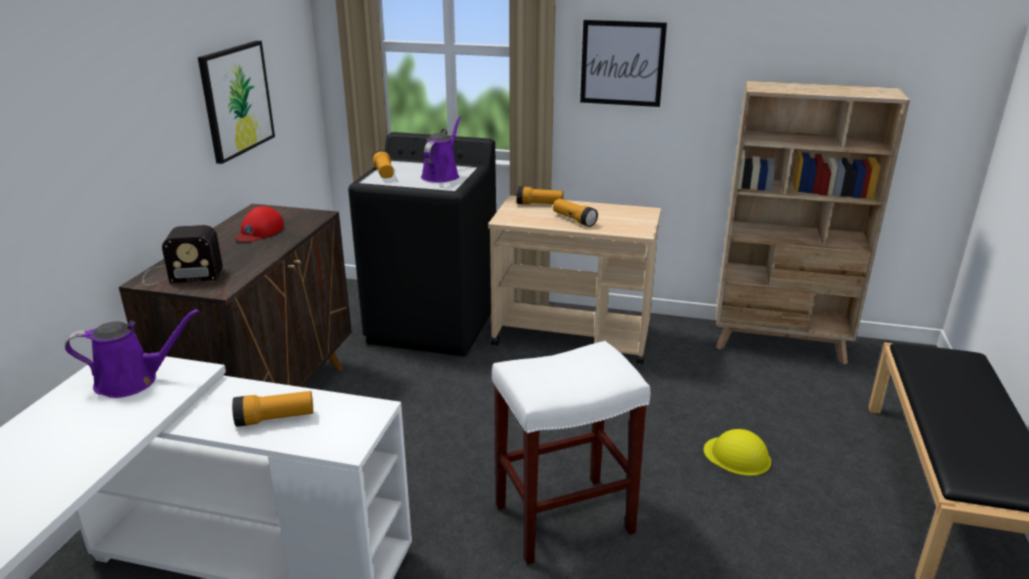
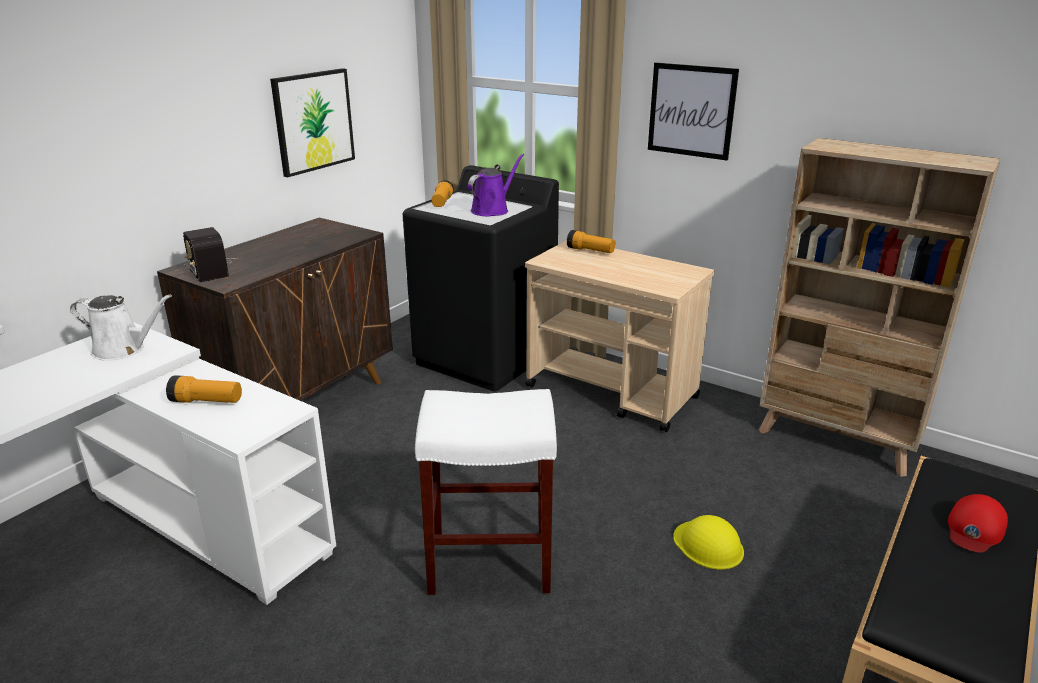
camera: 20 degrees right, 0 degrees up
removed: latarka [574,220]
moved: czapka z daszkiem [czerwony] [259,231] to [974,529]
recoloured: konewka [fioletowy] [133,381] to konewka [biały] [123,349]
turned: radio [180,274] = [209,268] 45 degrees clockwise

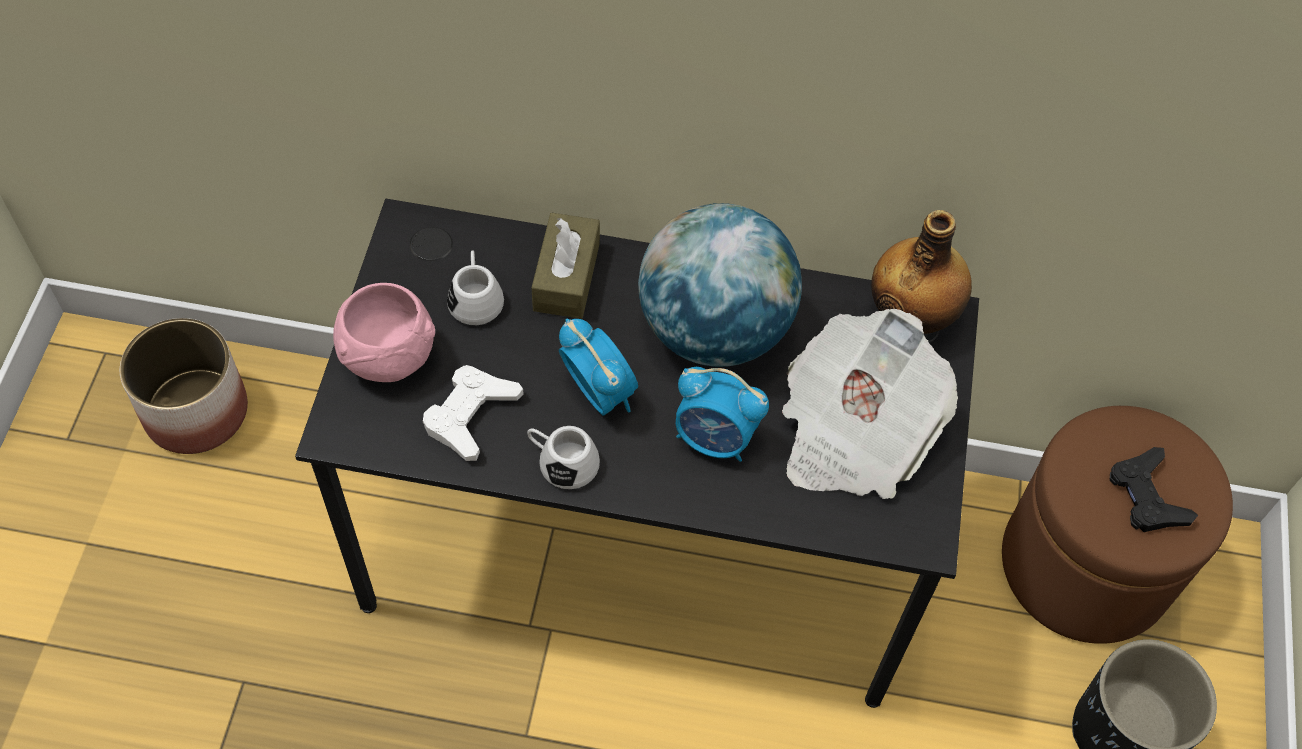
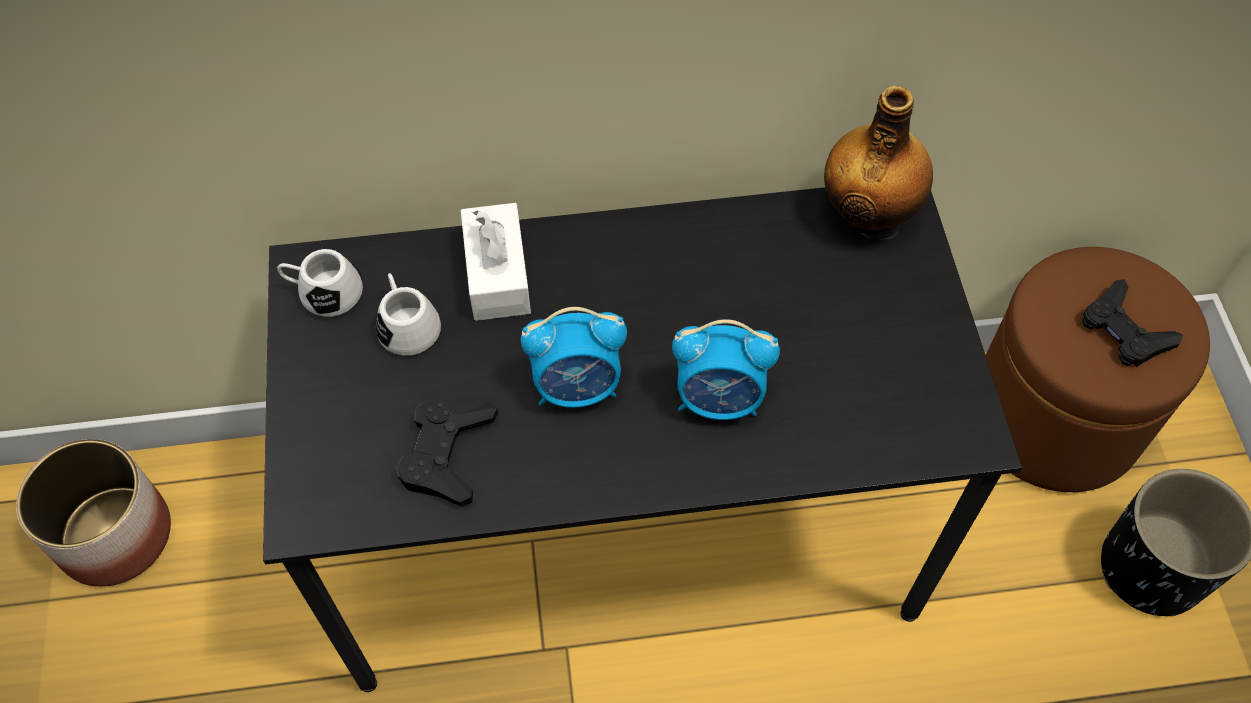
camera: 15 degrees left, 0 degrees up
removed: miska [różowy] [391,358]; globus [714,329]; gazeta [853,431]
moved: kubek [biały] [562,462] to [323,292]
recoloured: pad do gier [biały] [470,415] to pad do gier [czarny] [447,454]; pudełko chusteczek [brązowy] [566,277] to pudełko chusteczek [biały] [497,274]
turned: budzik [598,392] = [577,387] 135 degrees clockwise

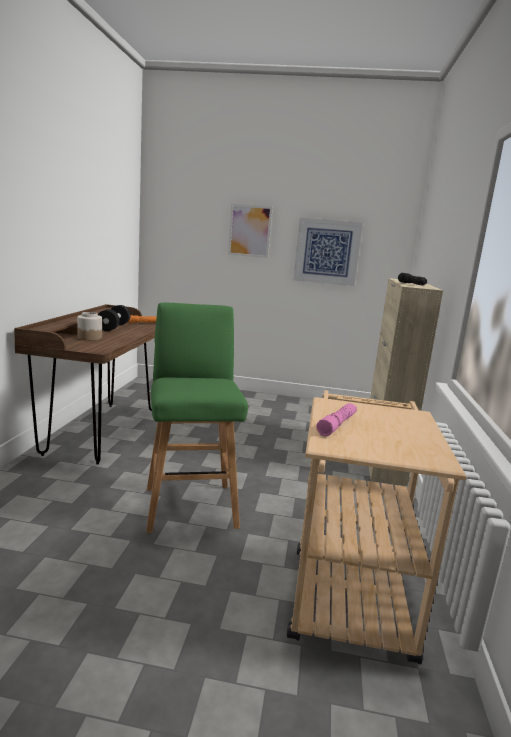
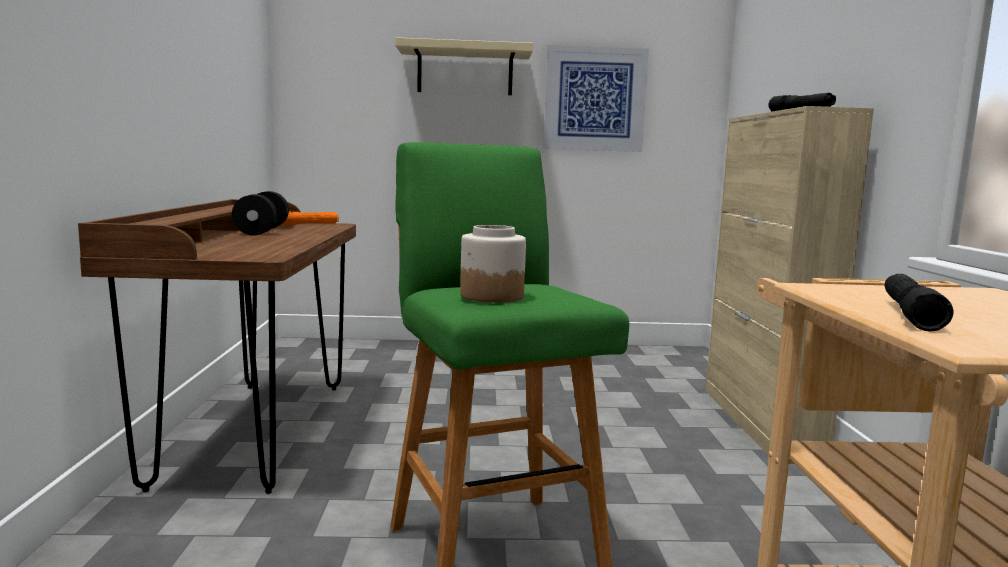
camera: 10 degrees left, 5 degrees down
moved: słoik [89,338] to [491,296]
replaced: obraz [250,231] to półka [beżowy] [465,71]
recoloured: latarka [różowy] [337,425] to latarka [czarny] [910,314]

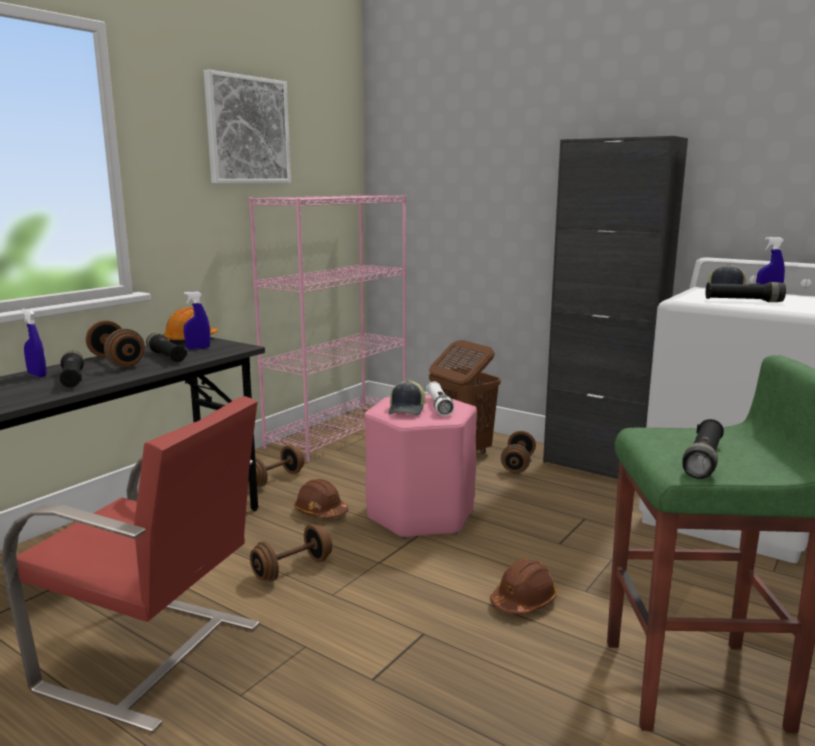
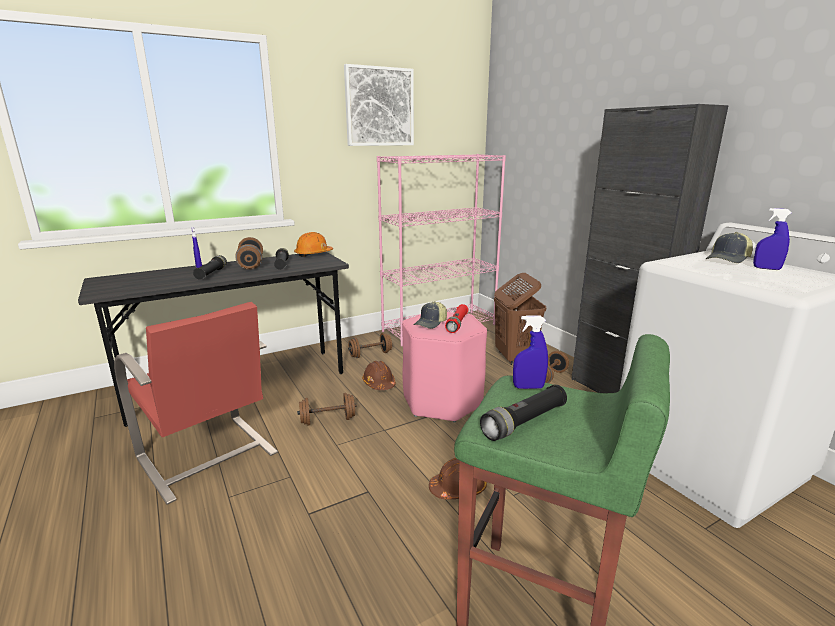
camera: 25 degrees right, 5 degrees up
removed: latarka [czarny] [743,301]
moved: spryskiwacz [niebieski] [198,348] to [528,387]
recoloured: latarka [biały] [439,406] to latarka [czerwony] [457,324]

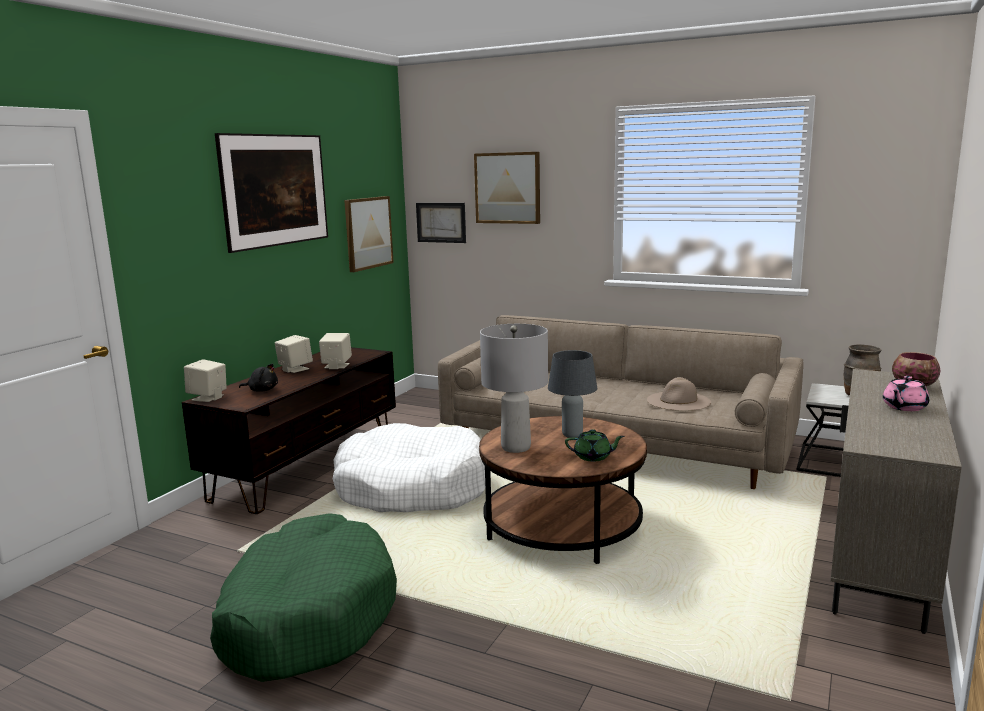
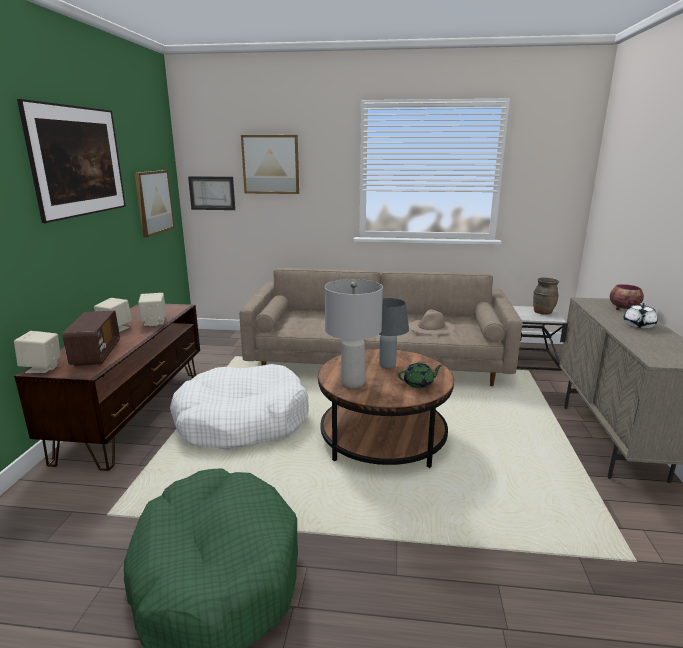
camera: 20 degrees left, 5 degrees up
replaced: pluszak [czarny] [262,390] to radio [96,354]
recoloured: imbryk [różowy] [903,407] to imbryk [biały] [638,325]

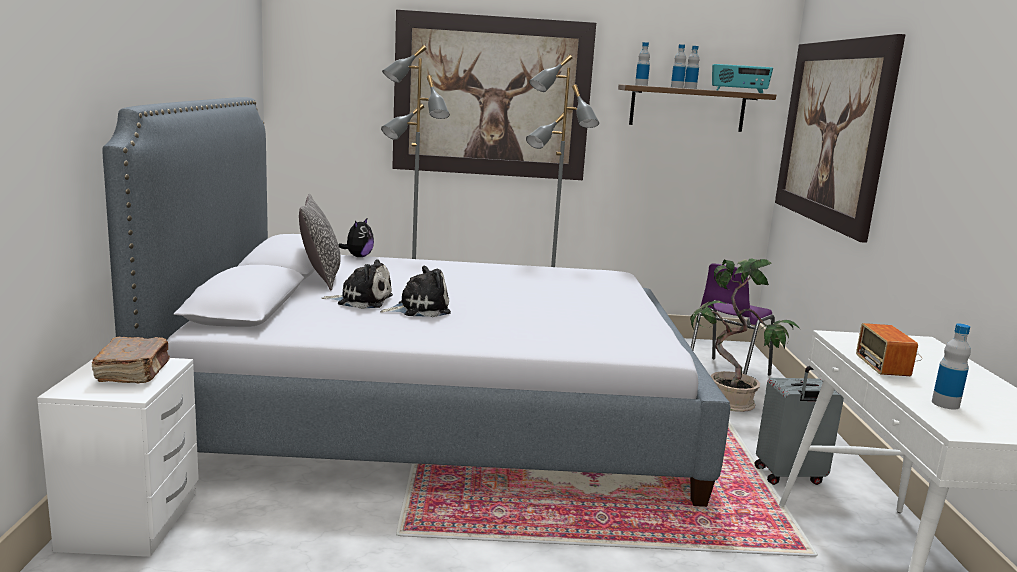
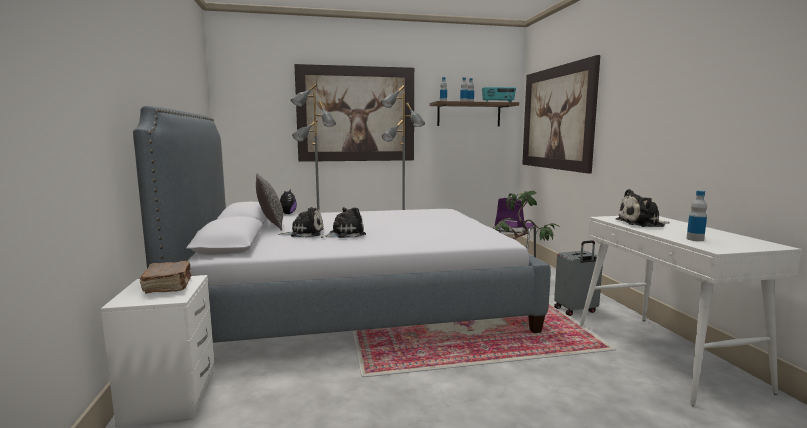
camera: 10 degrees left, 5 degrees down
replaced: radio [890,357] to pluszak [642,223]

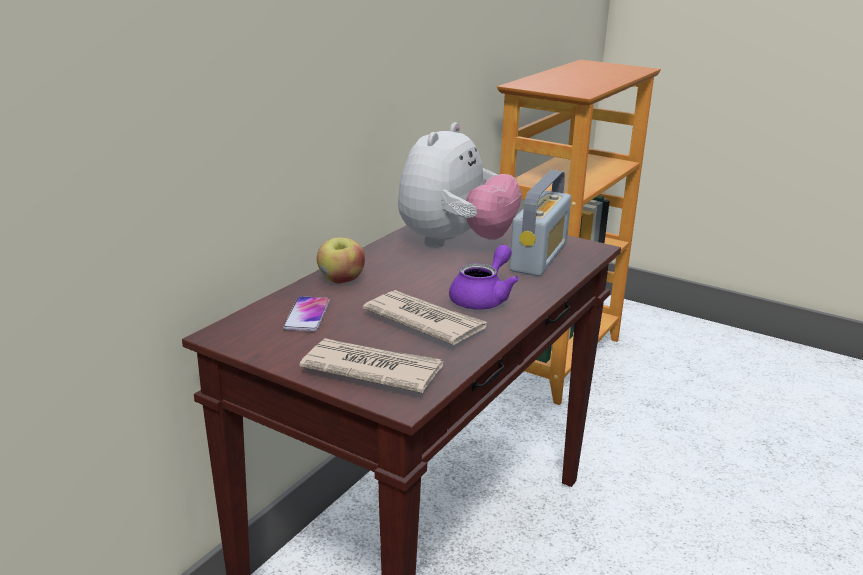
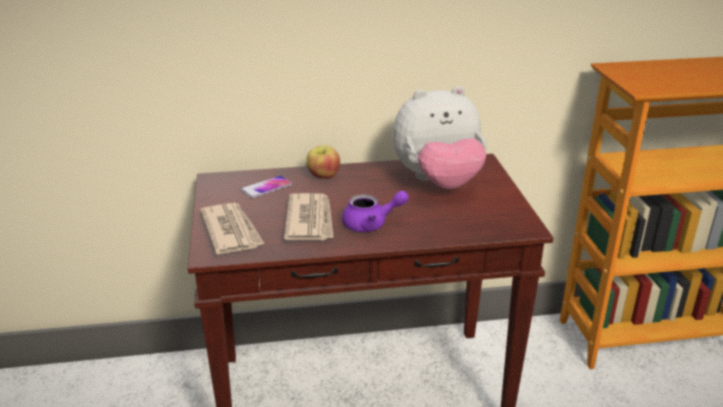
camera: 50 degrees right, 5 degrees up
removed: radio [539,257]

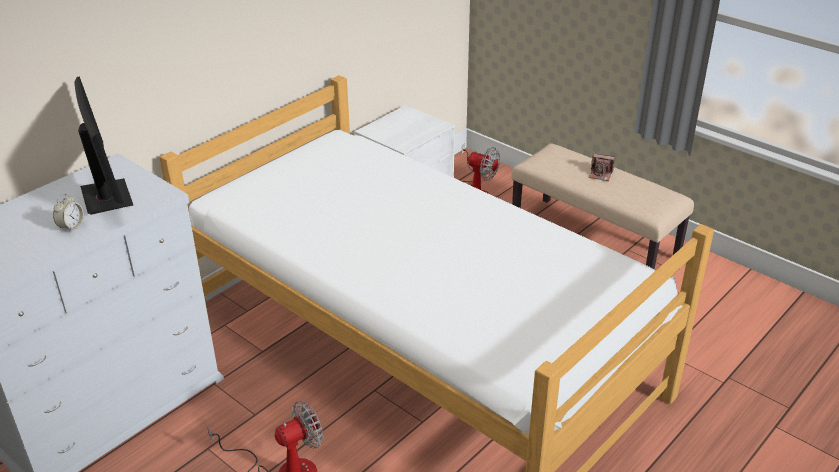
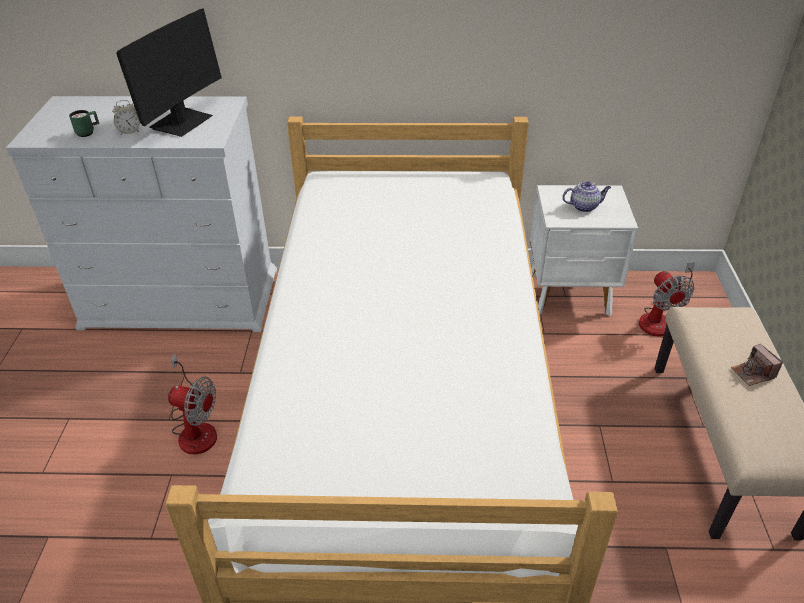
camera: 50 degrees right, 5 degrees up
added: kubek [zielony] [88,132]; imbryk [584,206]

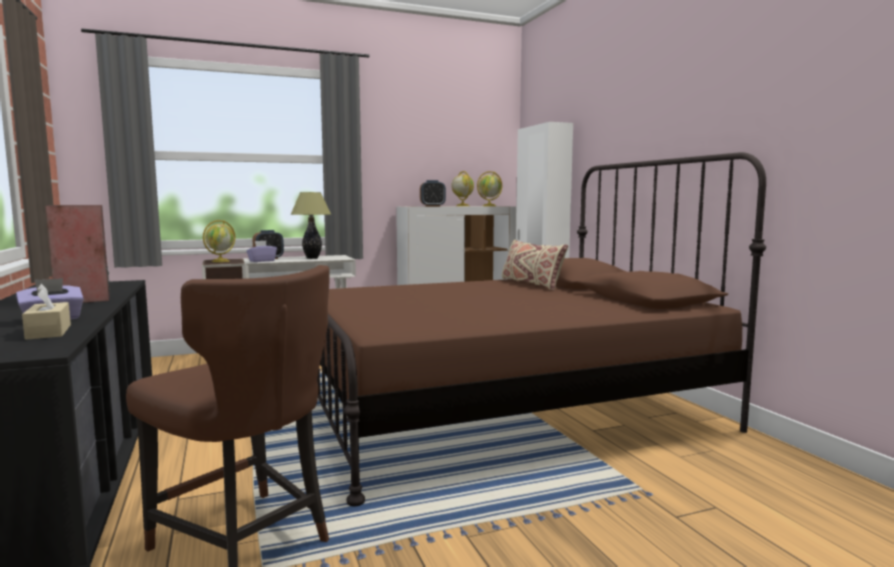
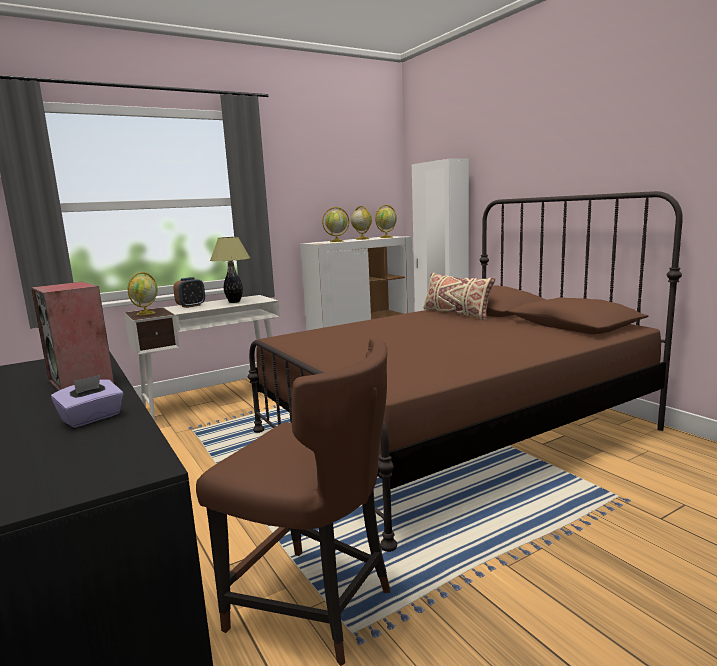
camera: 10 degrees left, 5 degrees up
removed: pudełko chusteczek [beżowy] [49,332]; pudełko chusteczek [fioletowy] [262,261]
replaced: budzik [432,206] to globus [337,241]

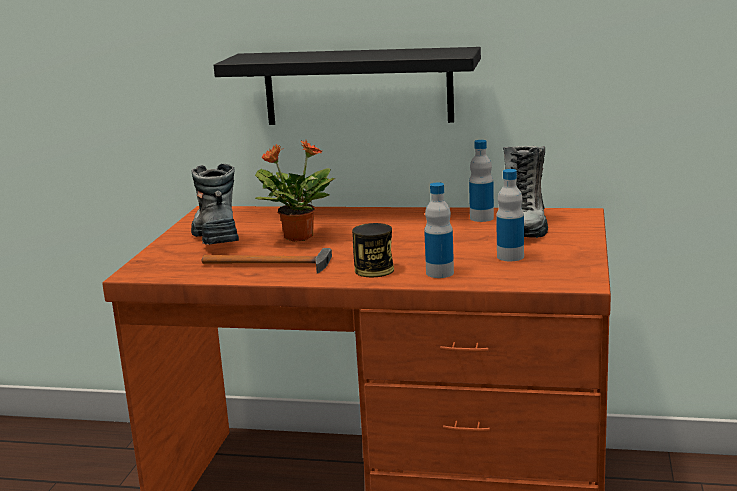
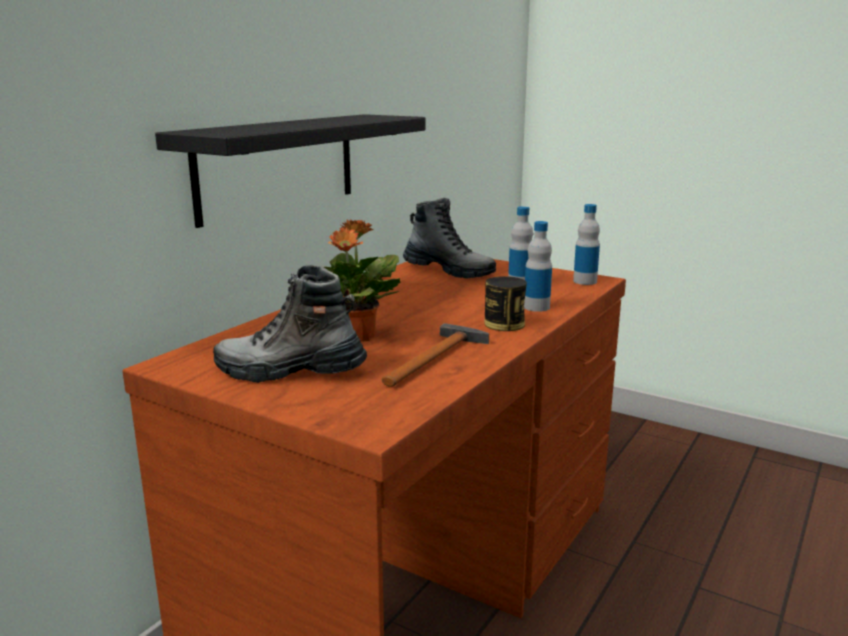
camera: 70 degrees left, 0 degrees up
moved: butelka [481,218] to [585,281]

